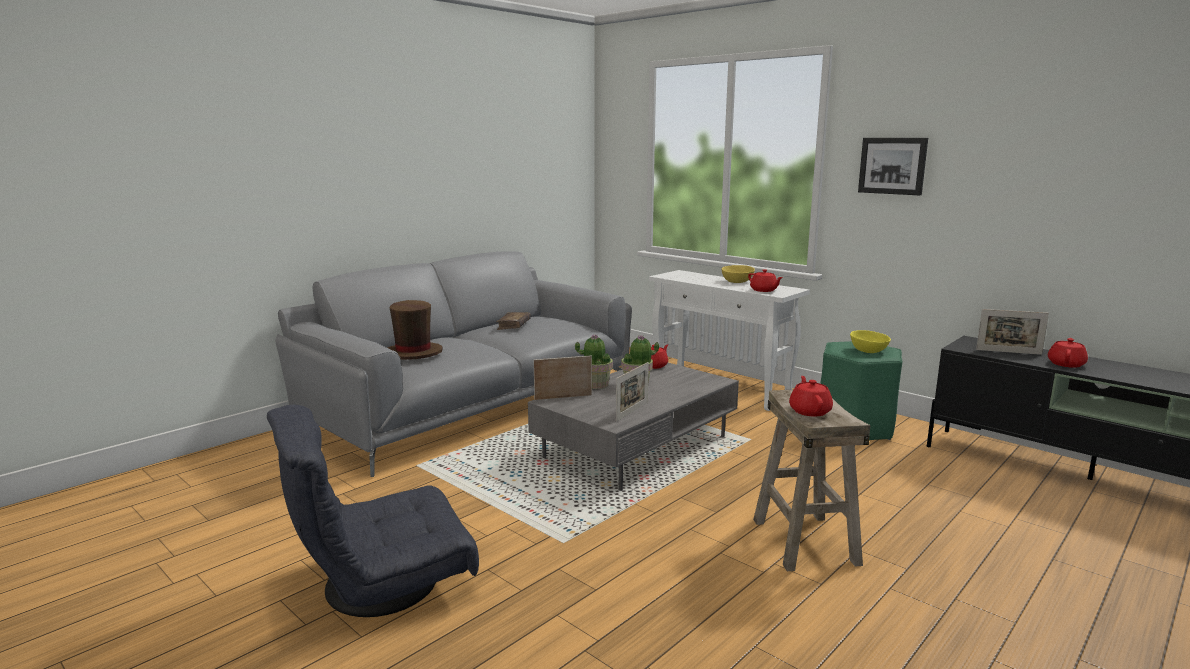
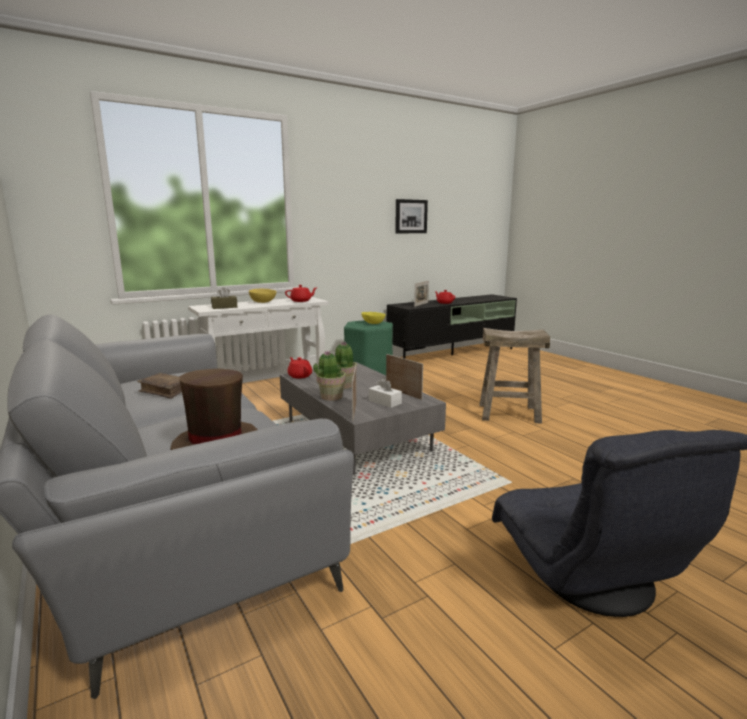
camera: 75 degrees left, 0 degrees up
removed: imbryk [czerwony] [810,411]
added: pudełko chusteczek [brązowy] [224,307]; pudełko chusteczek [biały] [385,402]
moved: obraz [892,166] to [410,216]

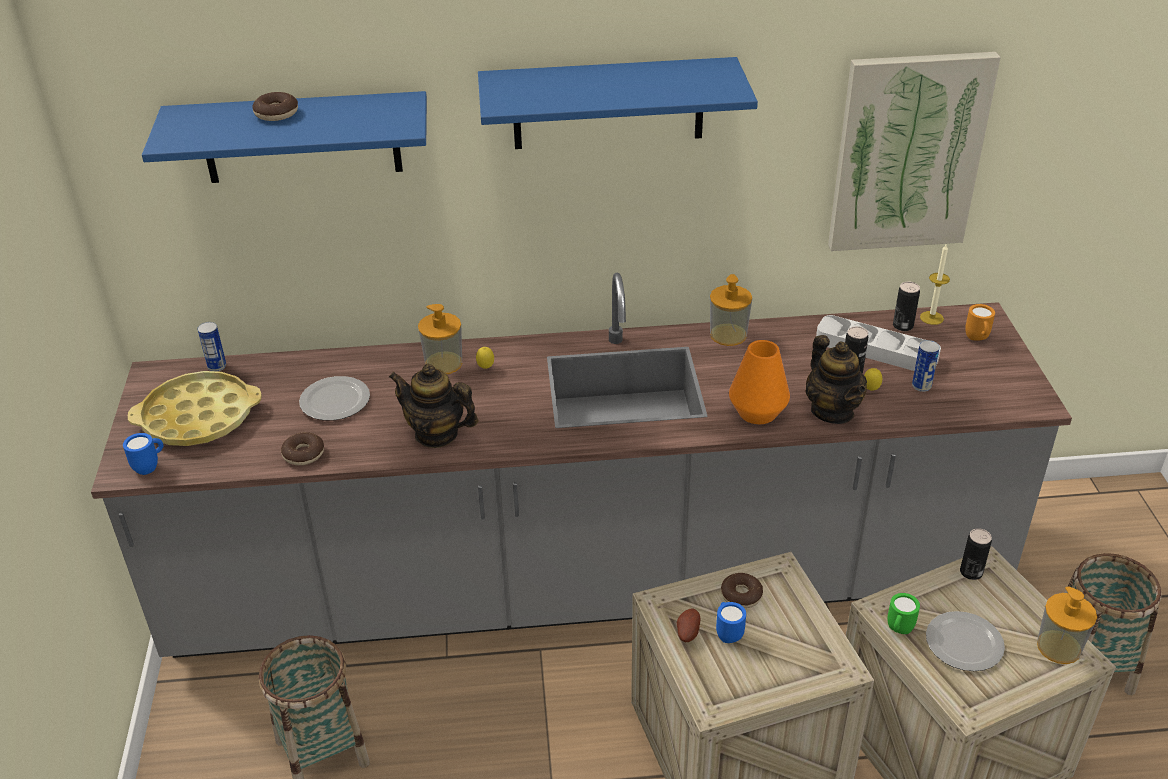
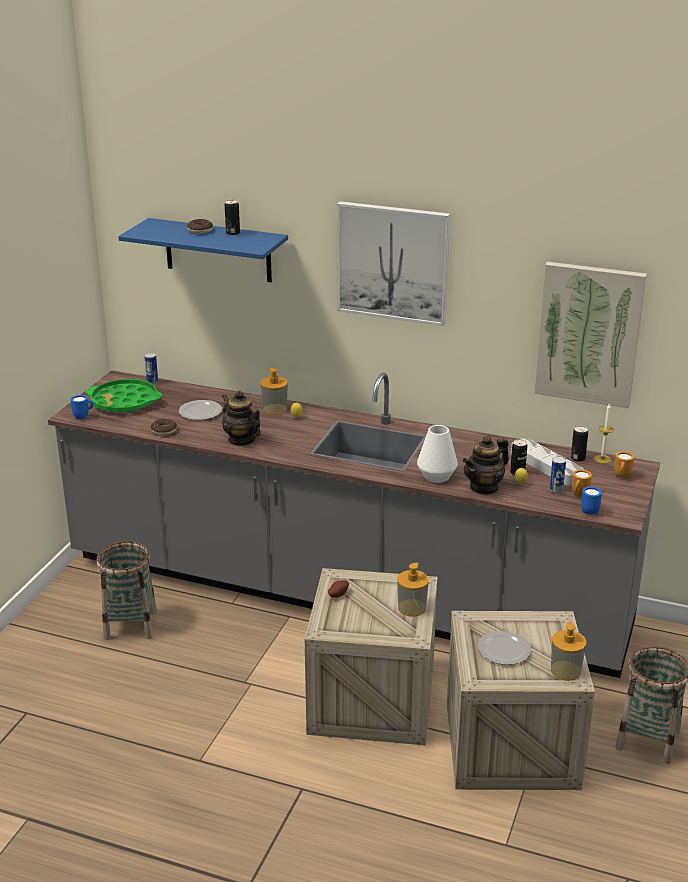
camera: 25 degrees right, 10 degrees down
removed: donut [741,595]; kubek [zielony] [898,630]
added: kubek [pomarańczowy] [579,495]
moved: dozownik mydła [728,335] to [411,608]; kubek [niebieski] [727,633] to [589,510]; puszka [971,572] to [233,233]
replaced: półka [niebieski] [608,103] to obraz [393,262]
recoloured: taca [żółty] [198,417] to taca [zielony] [124,402]; wazon [pomarańczowy] [757,412] to wazon [biały] [436,476]
turned: imbryk [832,411] = [484,487] 45 degrees clockwise

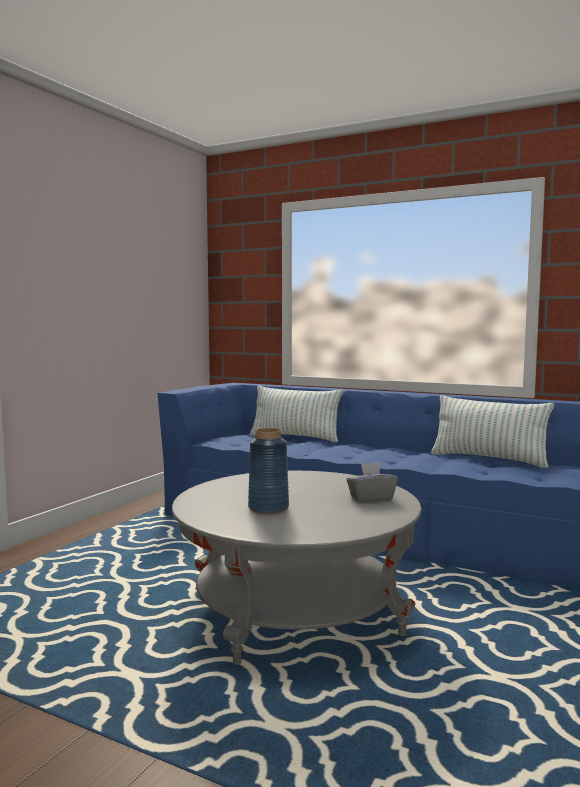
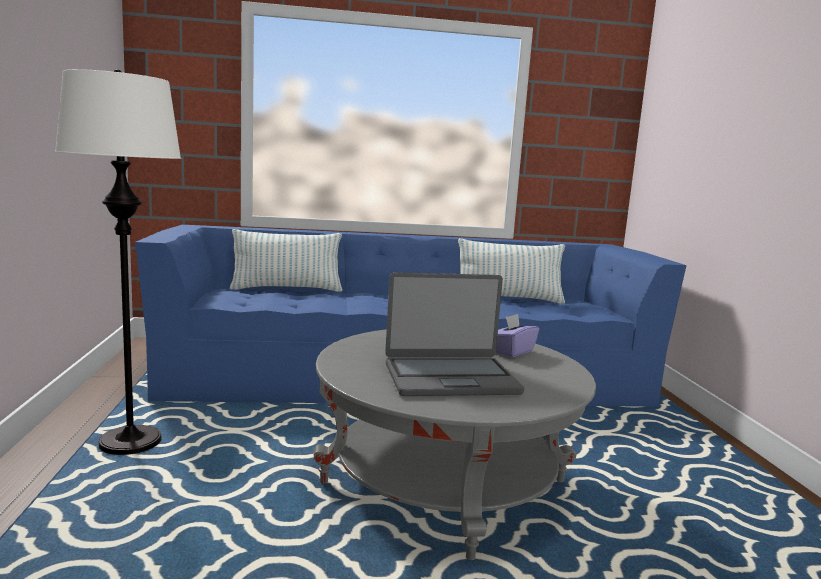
camera: 35 degrees left, 5 degrees up
added: lampa stojąca [biały] [130,442]
replaced: wazon [niebieski] [269,508] to laptop [450,378]
recoloured: pudełko chusteczek [szary] [371,498] to pudełko chusteczek [fioletowy] [512,351]

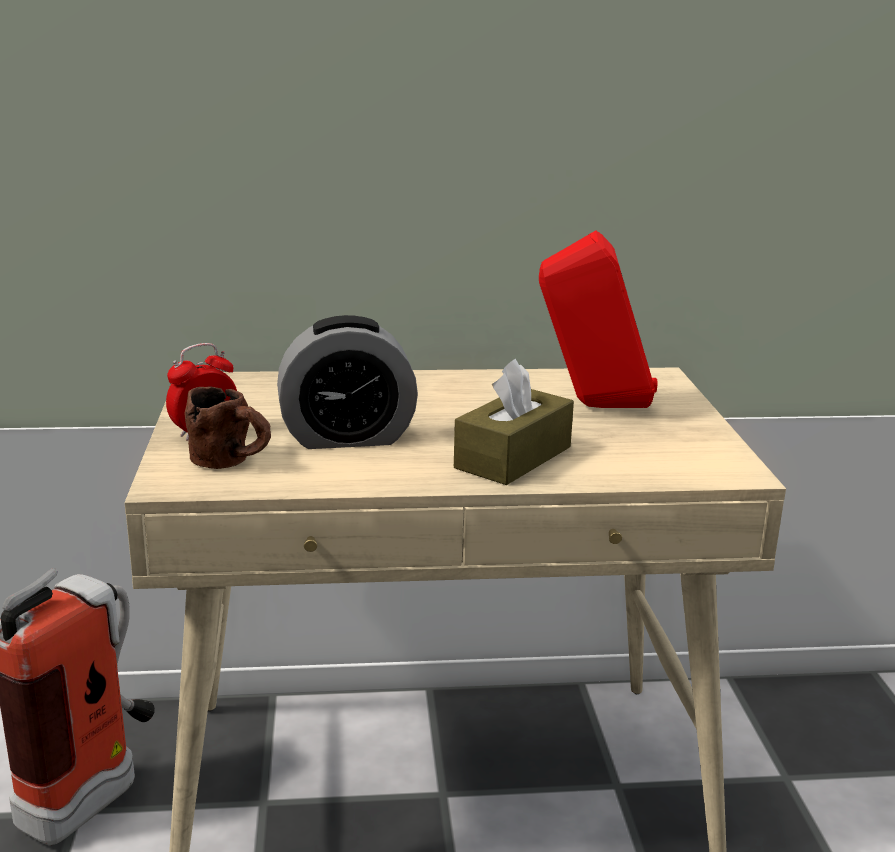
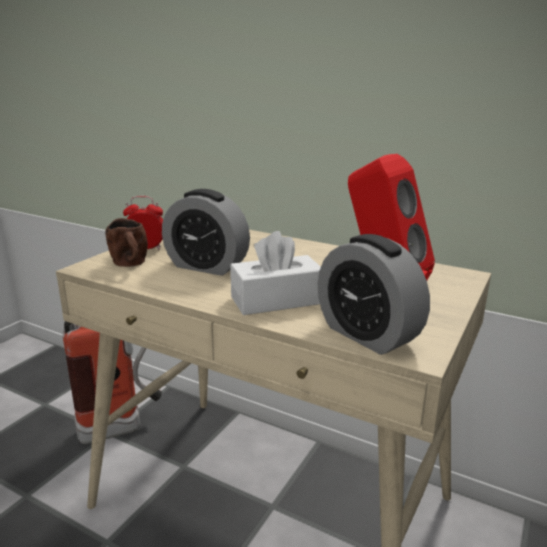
camera: 35 degrees right, 0 degrees up
added: budzik [367,334]
recoloured: pudełko chusteczek [brązowy] [513,457] to pudełko chusteczek [biały] [276,300]

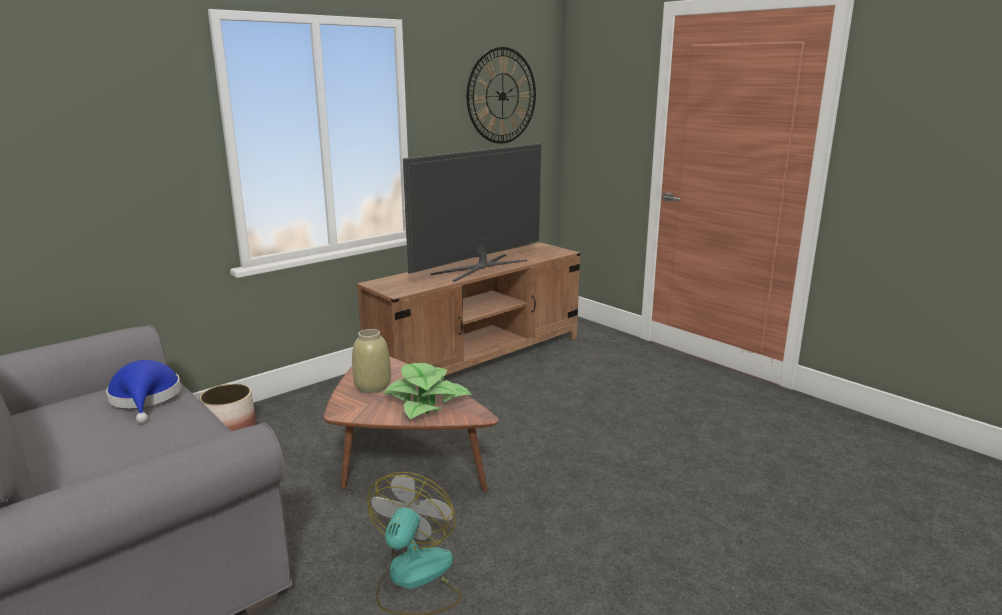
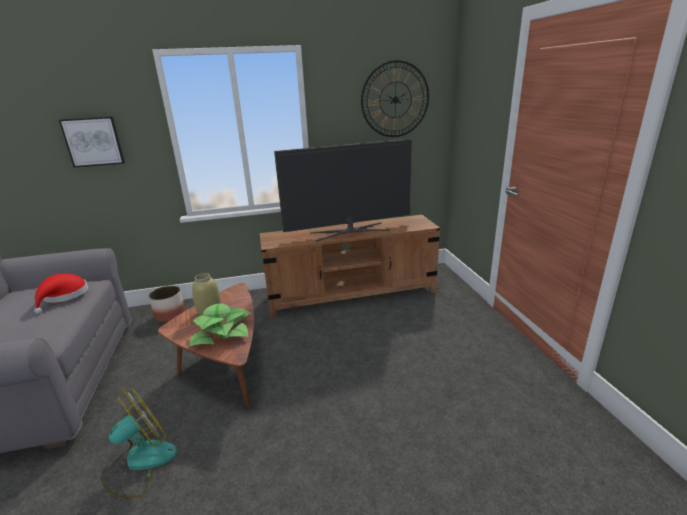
camera: 30 degrees right, 5 degrees up
added: obraz [93,141]
recoloured: kapelusz [niebieski] [145,398] to kapelusz [czerwony] [64,296]

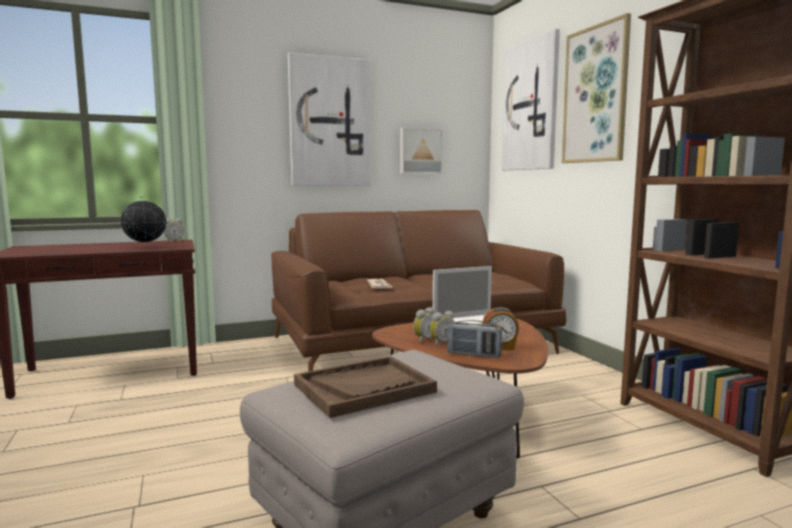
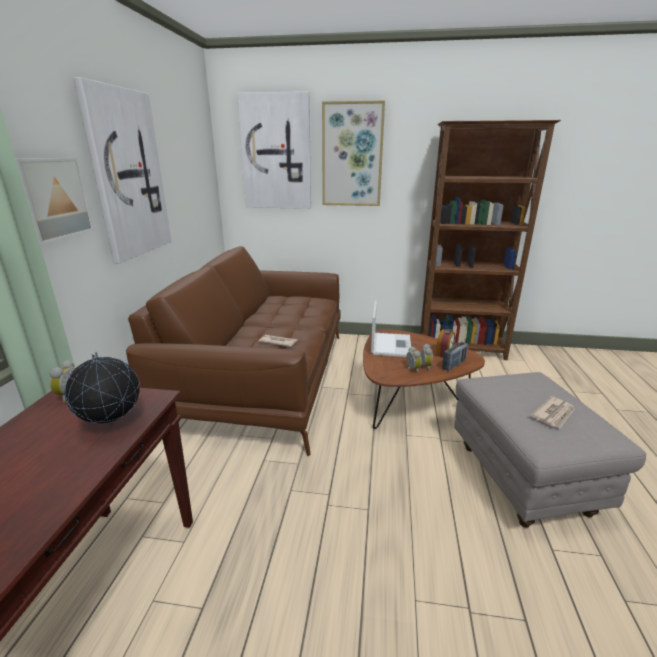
camera: 60 degrees left, 15 degrees up
moved: obraz [420,151] to [51,199]
replaced: taca [brązowy] [364,388] to gazeta [554,414]

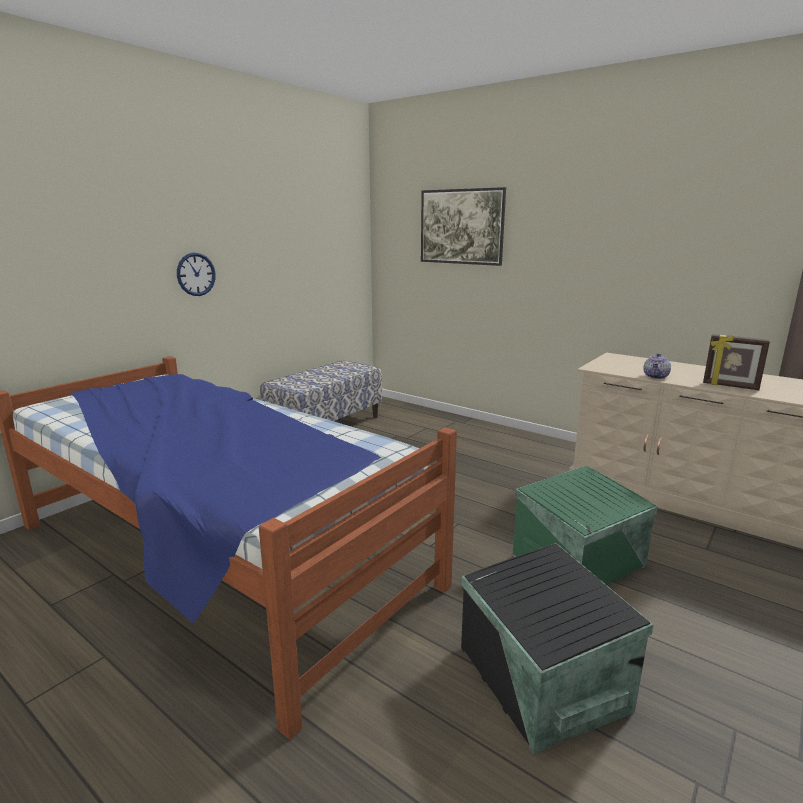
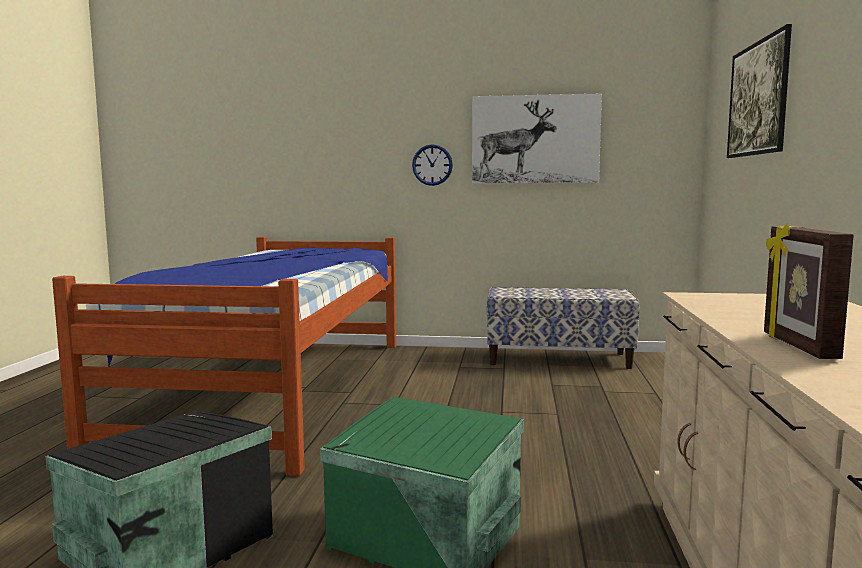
camera: 60 degrees right, 10 degrees down
removed: imbryk [656,376]
added: obraz [535,139]

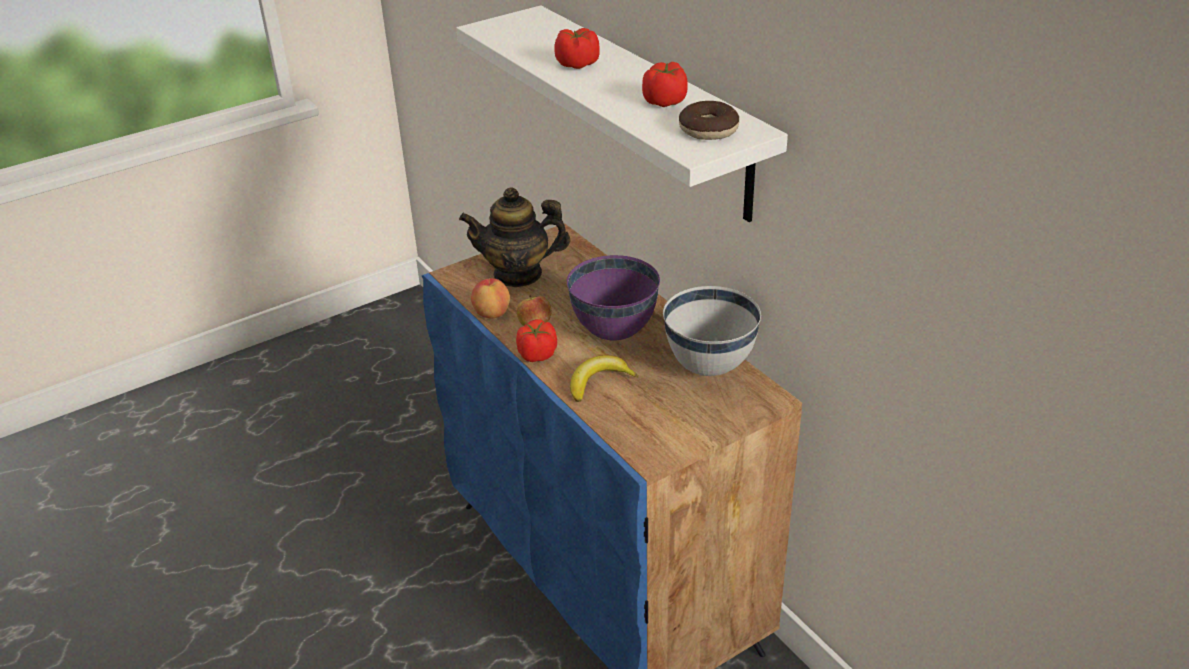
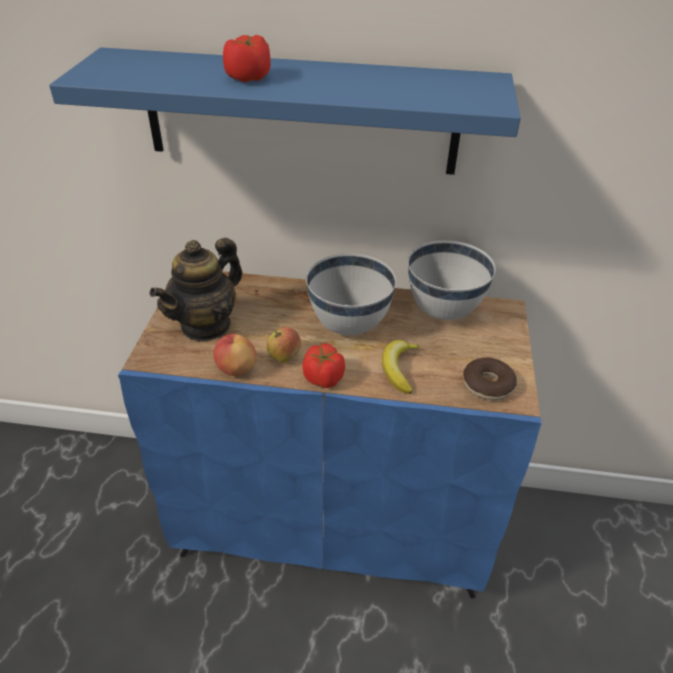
camera: 50 degrees left, 5 degrees up
removed: pomidor [665,101]
moved: donut [708,130] to [487,385]
recoloured: półka [biały] [649,110] to półka [niebieski] [300,113]; miska [fioletowy] [614,333] to miska [biały] [349,326]

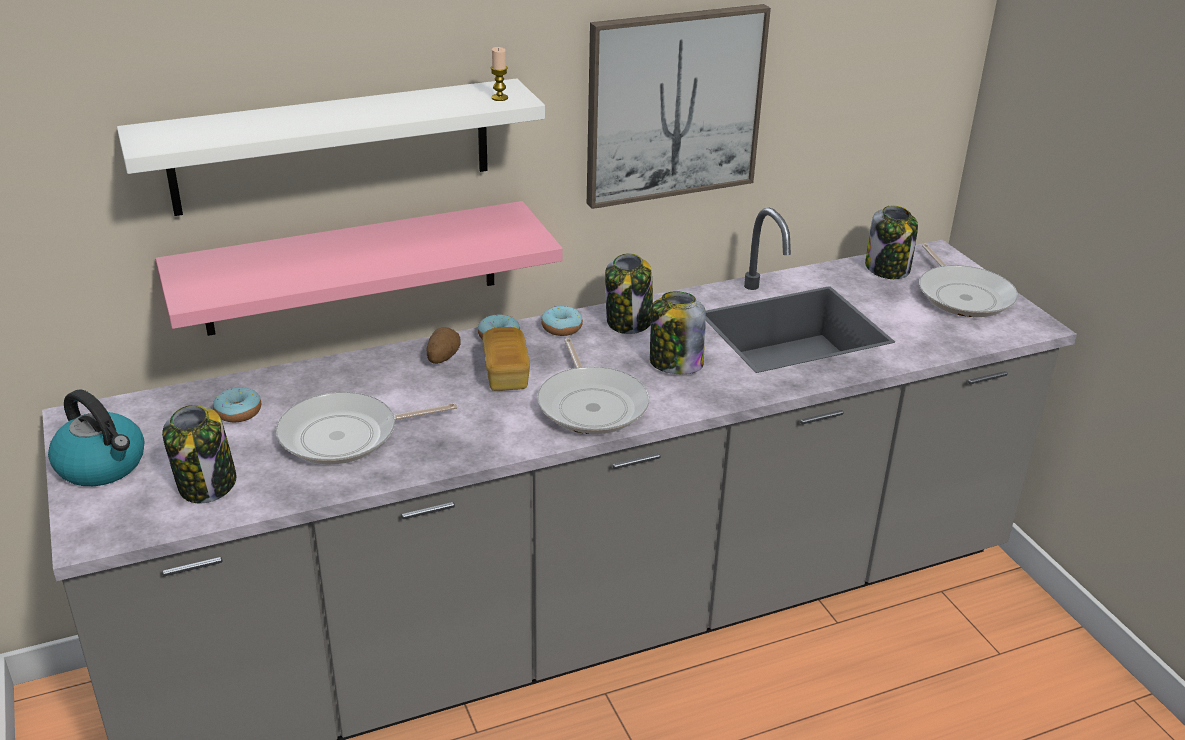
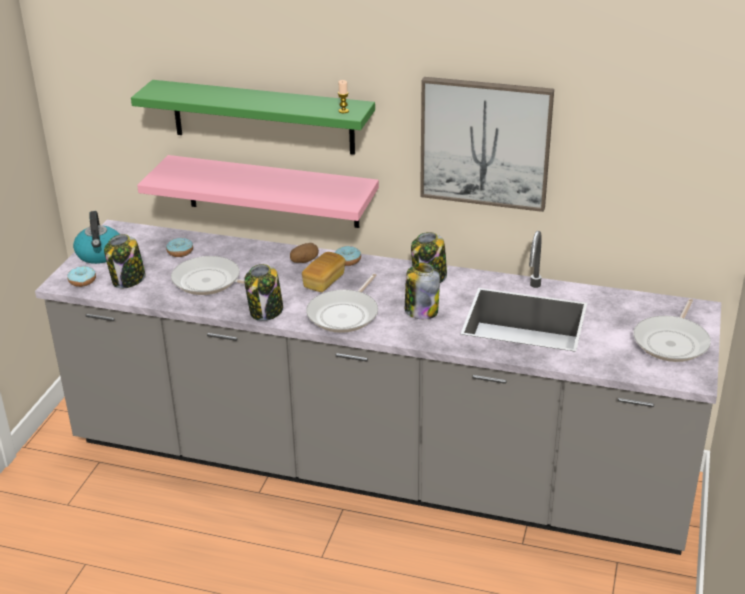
camera: 40 degrees right, 0 degrees up
moved: donut [562,328] to [82,281]; słoik [888,269] to [266,311]
recoloured: półka [biały] [332,146] to półka [zielony] [262,117]

